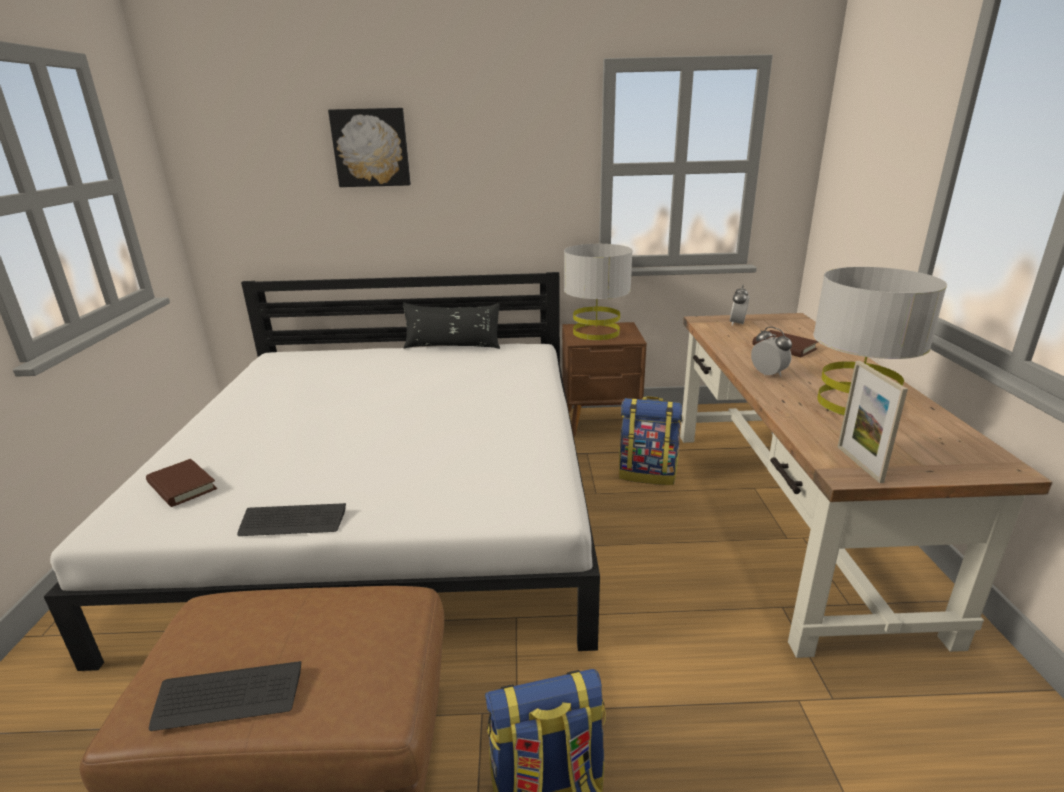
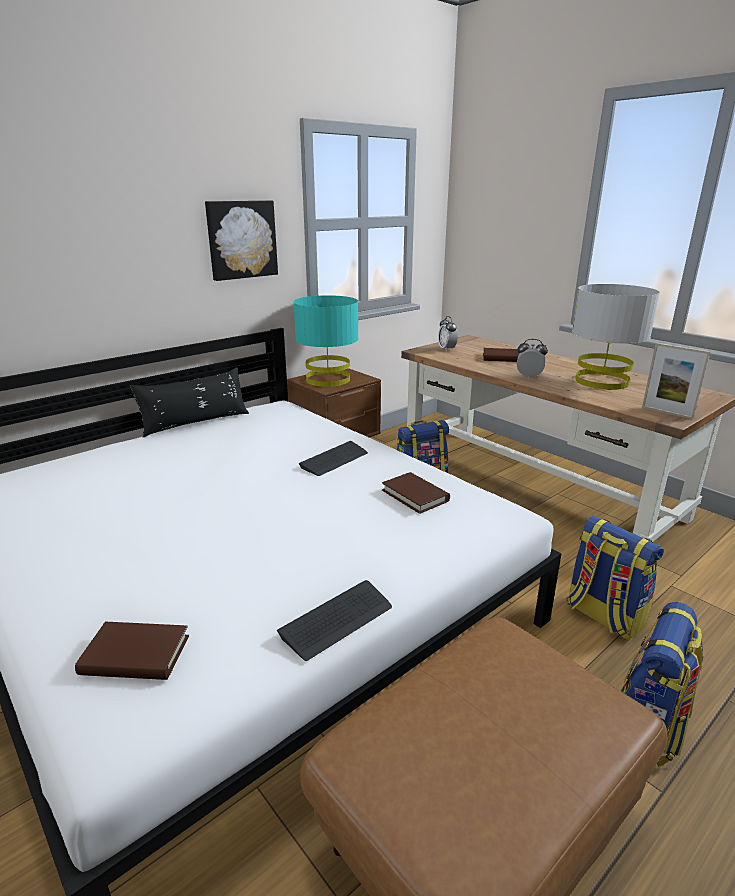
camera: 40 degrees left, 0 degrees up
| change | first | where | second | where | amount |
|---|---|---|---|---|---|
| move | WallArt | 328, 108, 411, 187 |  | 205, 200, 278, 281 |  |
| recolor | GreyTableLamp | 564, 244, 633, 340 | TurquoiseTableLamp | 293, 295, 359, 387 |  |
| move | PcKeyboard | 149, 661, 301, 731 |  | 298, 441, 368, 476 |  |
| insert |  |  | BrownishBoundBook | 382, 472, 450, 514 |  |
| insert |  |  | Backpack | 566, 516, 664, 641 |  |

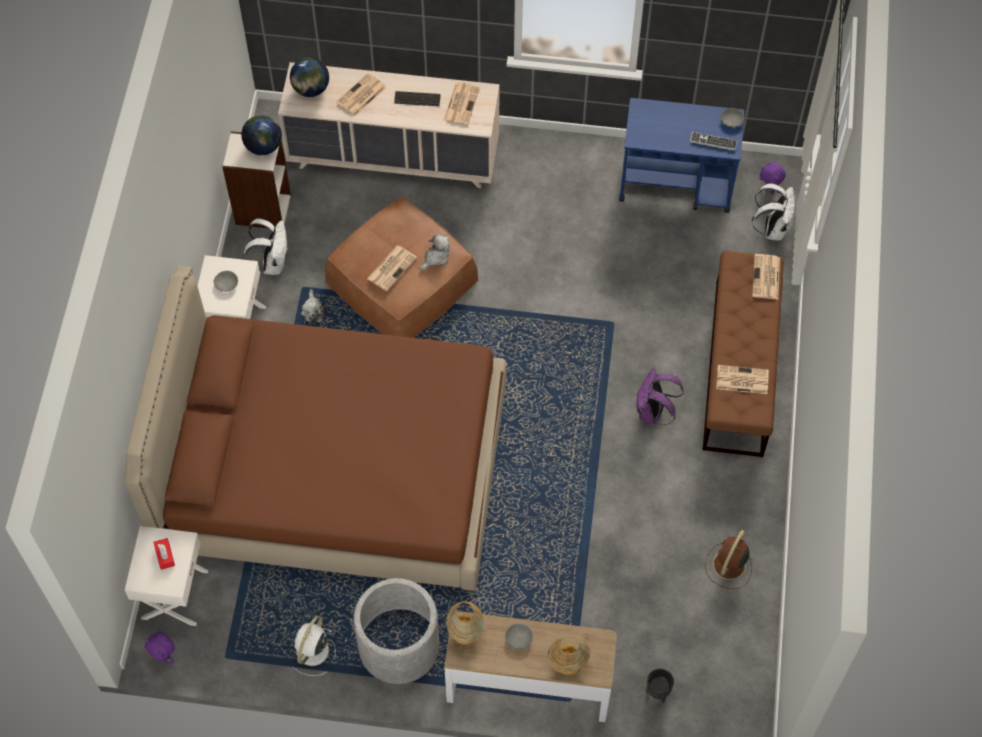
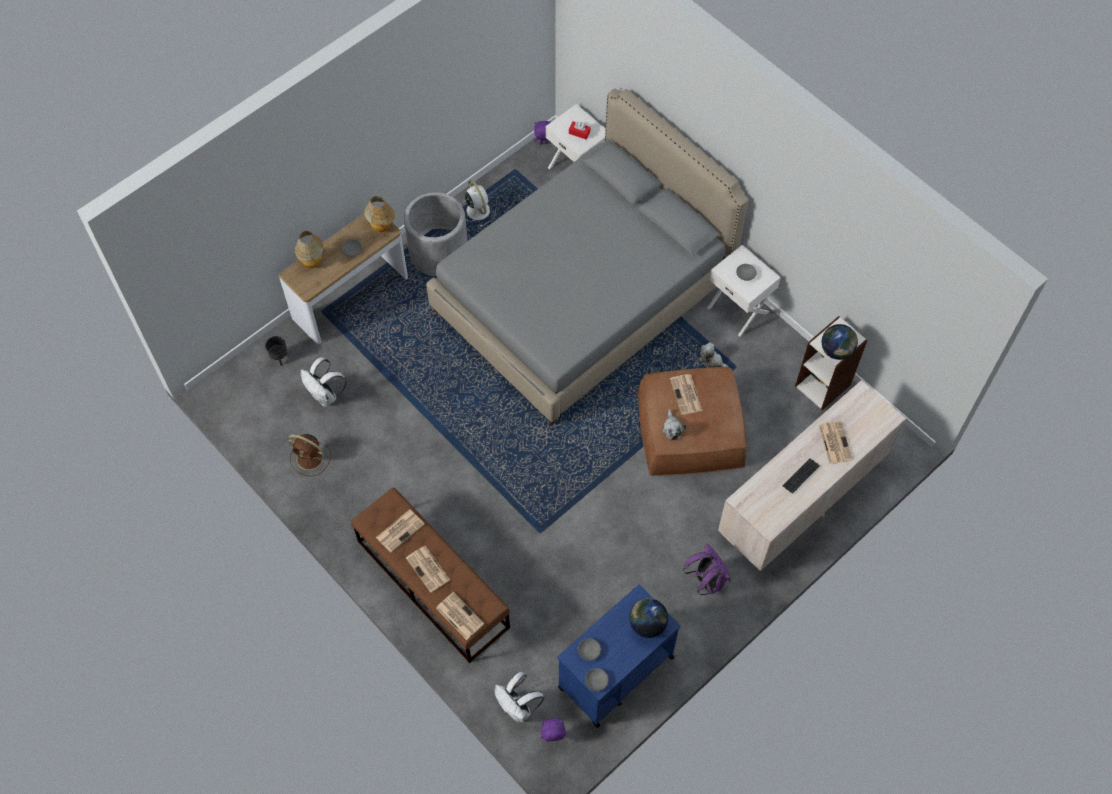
camera: 130 degrees right, 0 degrees up
| change | first | where | second | where | amount |
|---|---|---|---|---|---|
| move | DeskGlobe | 290, 57, 329, 97 |  | 629, 598, 668, 638 |  |
| move | PrintedPaper | 443, 82, 480, 125 |  | 406, 546, 450, 593 |  |
| replace | PcKeyboard | 690, 132, 737, 151 | GreyDeepDish | 578, 638, 601, 661 |  |
| move | WhiteBackpack | 243, 218, 287, 275 |  | 301, 357, 347, 406 |  |
| recolor | BrownishSleepingBed | 124, 266, 506, 592 | GreySleepingBed | 426, 89, 748, 424 |  |
| move | PurpleBackpack | 636, 368, 684, 425 |  | 683, 544, 731, 595 |  |
| rotate | BrownishFan | 705, 530, 752, 589 |  | 287, 434, 331, 476 | 135 degrees clockwise |

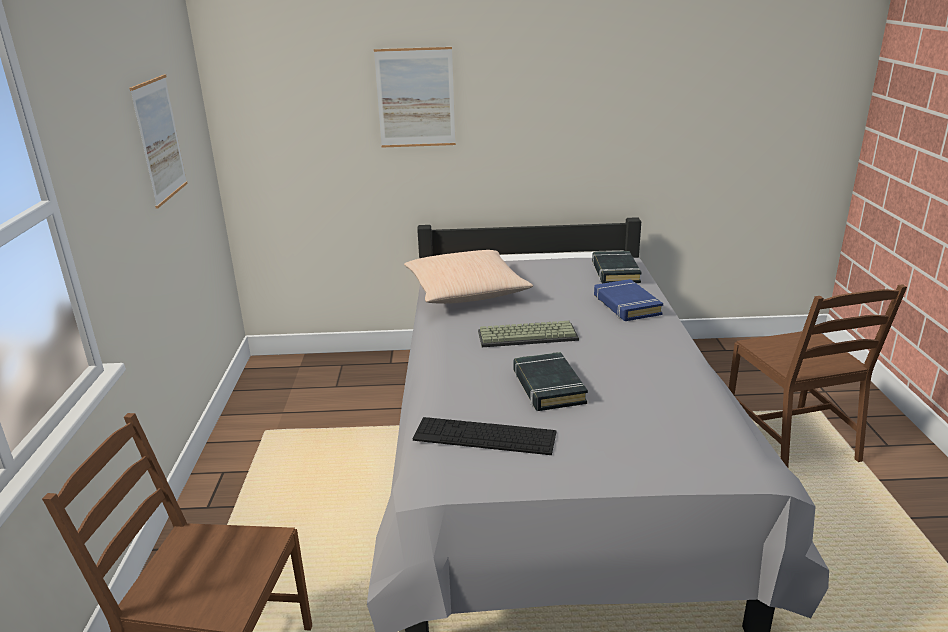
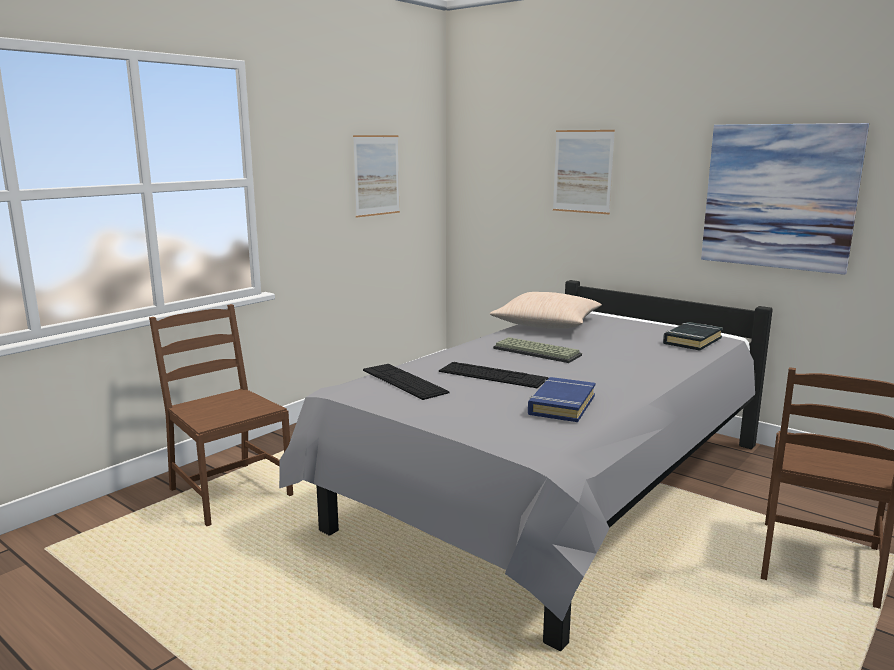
camera: 40 degrees right, 10 degrees down
| change | first | where | second | where | amount |
|---|---|---|---|---|---|
| move | BlueBoundBook | 594, 279, 663, 321 |  | 528, 377, 595, 422 |  |
| replace | BlackishBoundBook | 513, 352, 588, 411 | PcKeyboard | 439, 362, 548, 388 |  |
| insert |  |  | WallArt | 701, 123, 869, 275 |  |

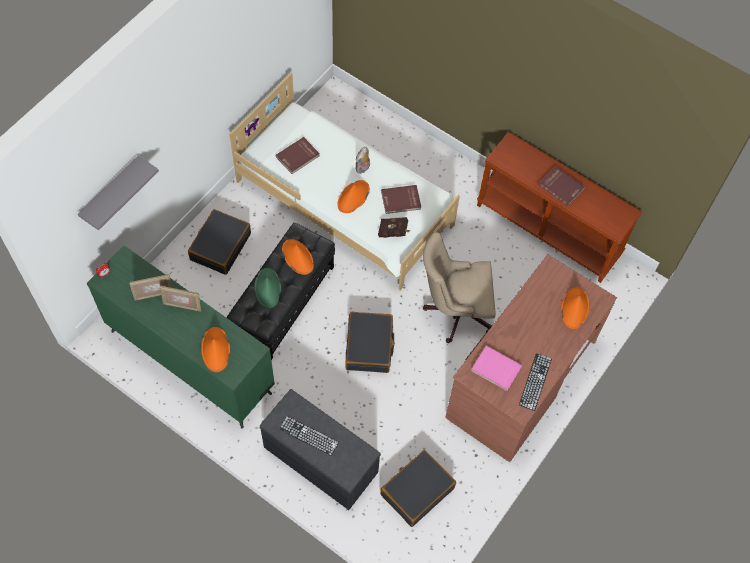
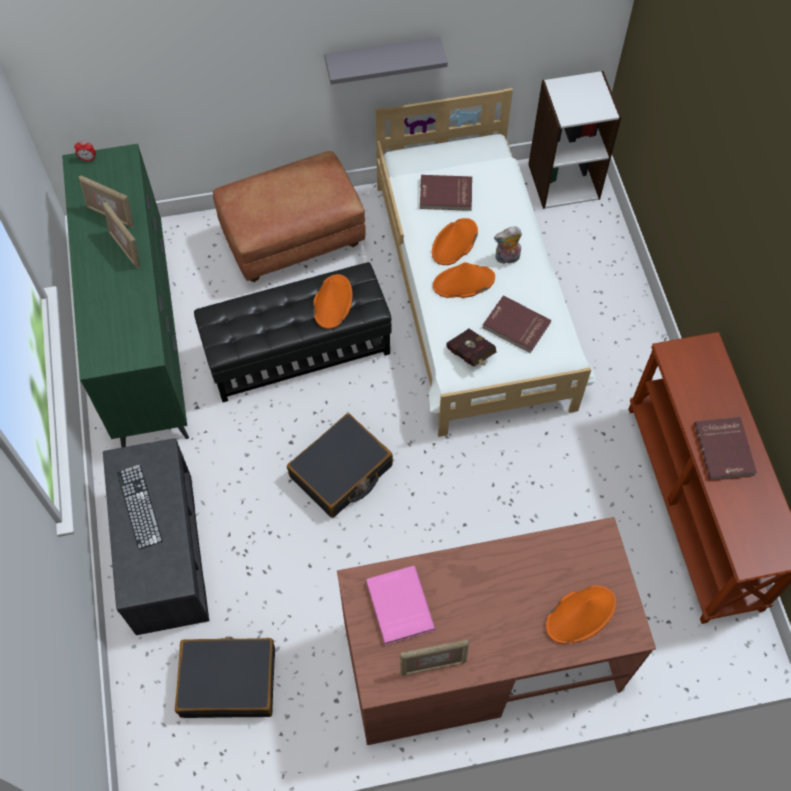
camera: 45 degrees right, 0 degrees up
| change | first | where | second | where | amount |
|---|---|---|---|---|---|
| move | GreyShelf | 78, 155, 159, 230 |  | 324, 37, 448, 84 |  |
| replace | BlackishPieceOfLuggage | 188, 209, 251, 275 | BrownishFootrest | 213, 151, 365, 282 |  |
| delete | BeigeOfficeChair | 423, 232, 496, 343 |  |  |  |
| delete | GreenishClothingHat | 255, 268, 281, 309 |  |  |  |
| move | OrangeColouredClothingHat | 201, 327, 230, 372 |  | 432, 218, 478, 265 |  |
| replace | PcKeyboard | 519, 353, 552, 411 | PictureFrame | 400, 639, 469, 676 |  |
| insert |  |  | WhiteBookcase | 528, 71, 621, 209 |  |

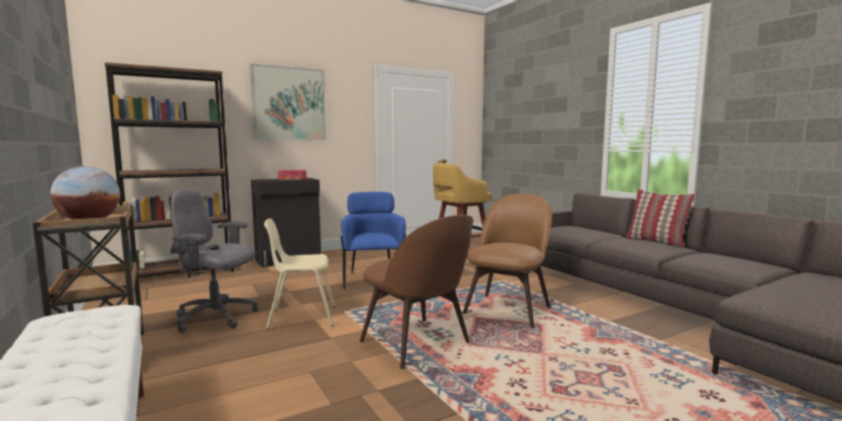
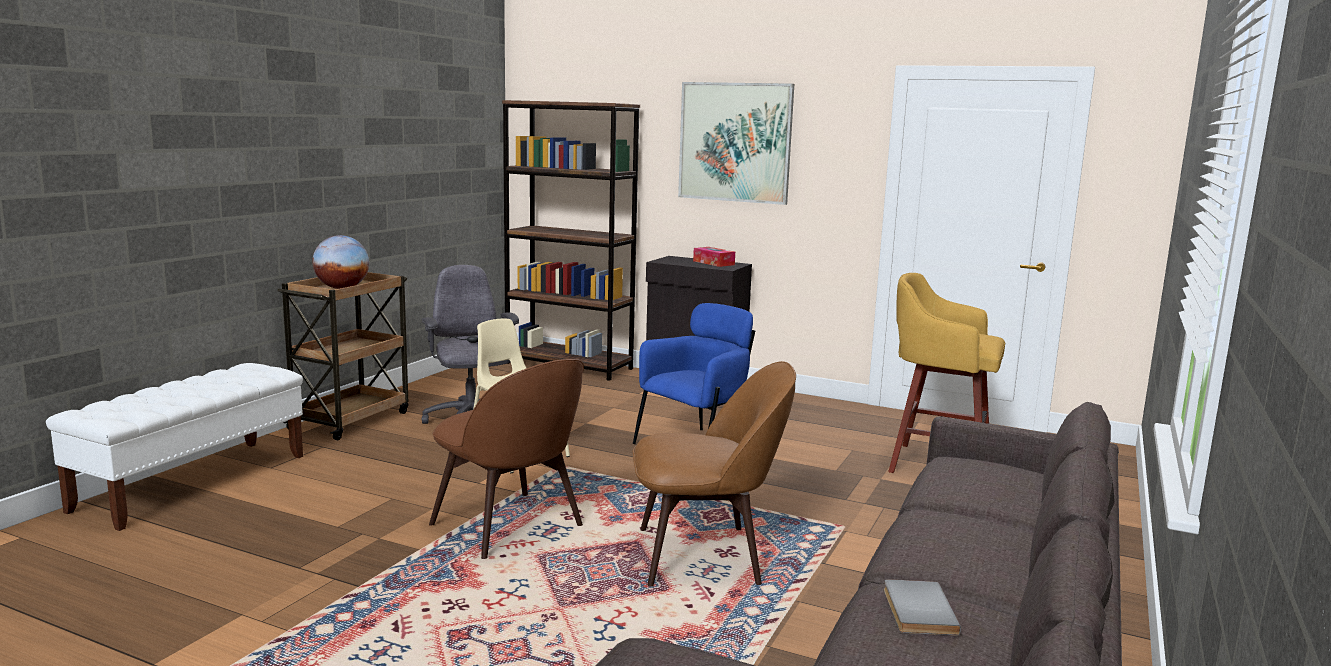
camera: 55 degrees right, 5 degrees up
| change | first | where | second | where | amount |
|---|---|---|---|---|---|
| delete | Pillow | 625, 189, 695, 248 |  |  |  |
| rotate | BrownishUprightChair | 360, 215, 473, 369 |  | 429, 359, 584, 559 | 60 degrees counterclockwise |
| insert |  |  | GreyBoundBook | 884, 579, 961, 635 |  |

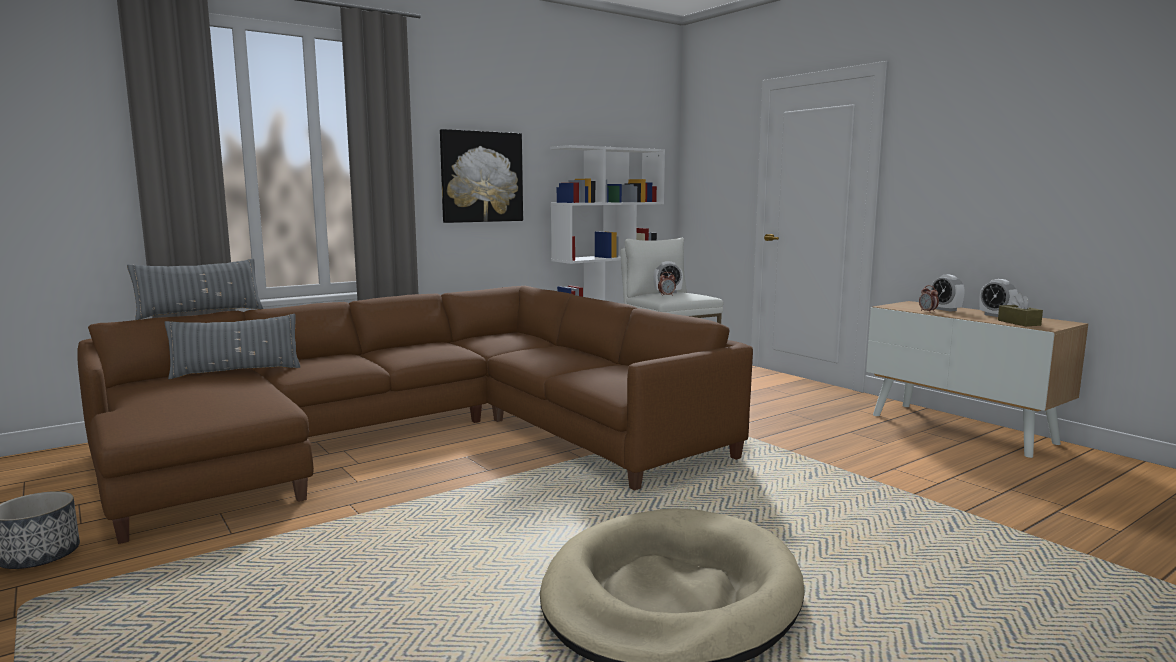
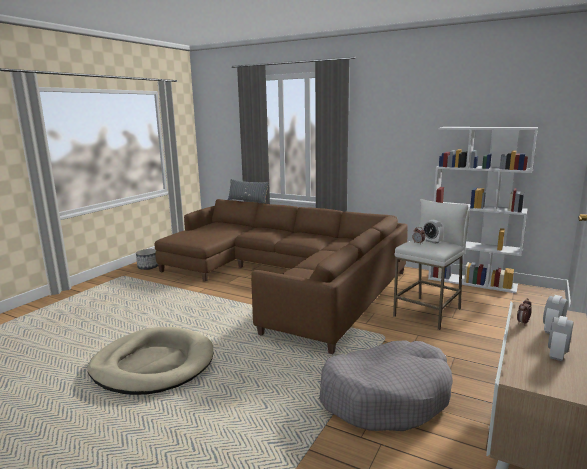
camera: 65 degrees right, 5 degrees up
| change | first | where | second | where | amount |
|---|---|---|---|---|---|
| delete | WallArt | 440, 129, 523, 223 |  |  |  |
| delete | BrownishTissueHolder | 998, 293, 1043, 326 |  |  |  |
| delete | GreyPillow | 165, 314, 300, 379 |  |  |  |
| insert |  |  | GreyPetBed | 319, 340, 453, 431 |  |

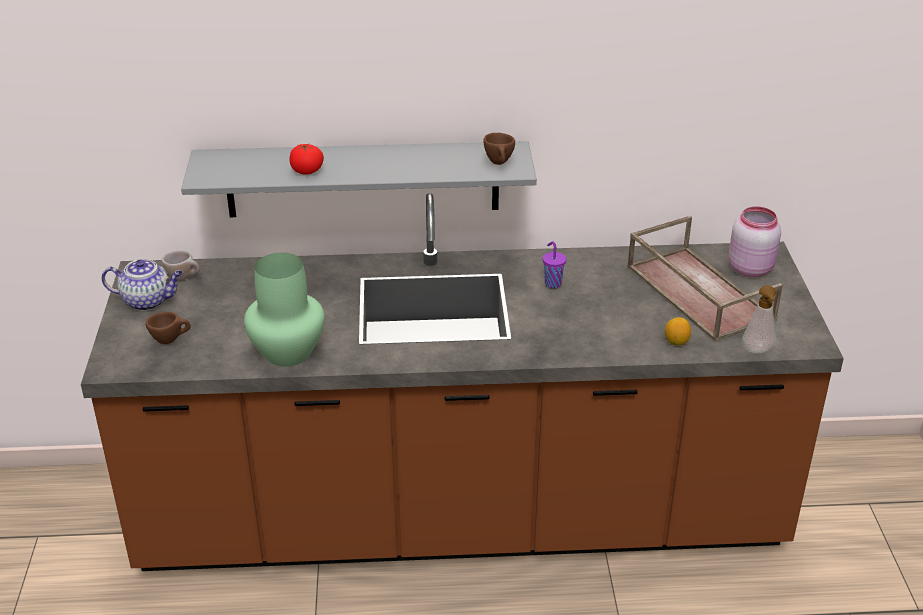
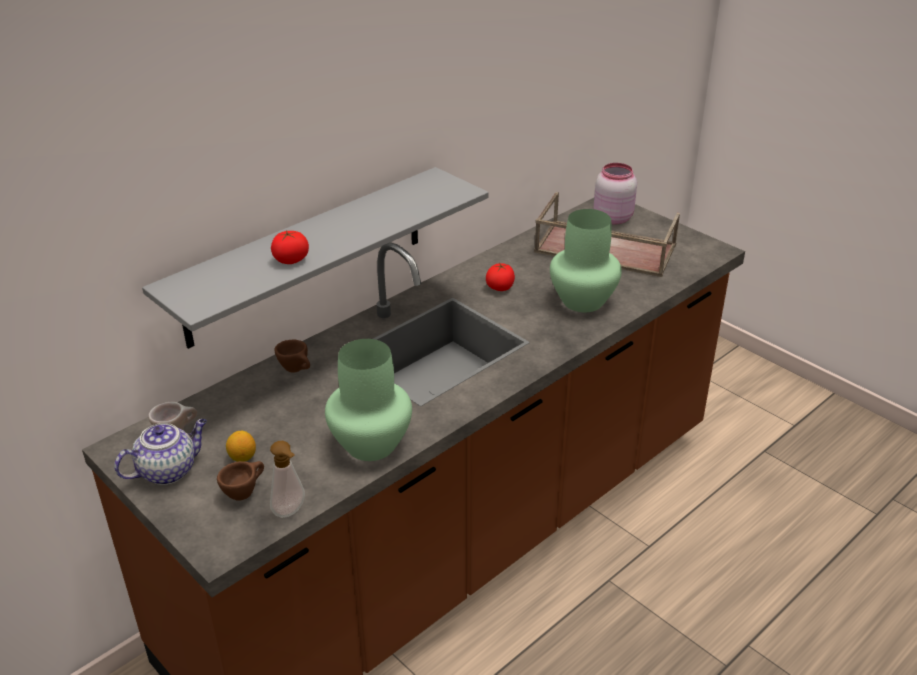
camera: 40 degrees left, 0 degrees up
| change | first | where | second | where | amount |
|---|---|---|---|---|---|
| move | BrownishCup | 483, 133, 515, 165 |  | 274, 340, 310, 373 |  |
| replace | PurpleCup | 543, 241, 566, 288 | WholeTomato | 486, 263, 515, 291 |  |
| move | SoapBottle | 742, 285, 776, 353 |  | 270, 441, 305, 518 |  |
| move | CitrusFruit | 665, 317, 691, 346 |  | 226, 431, 256, 462 |  |
| insert |  |  | GreenishVase | 550, 209, 622, 312 |  |

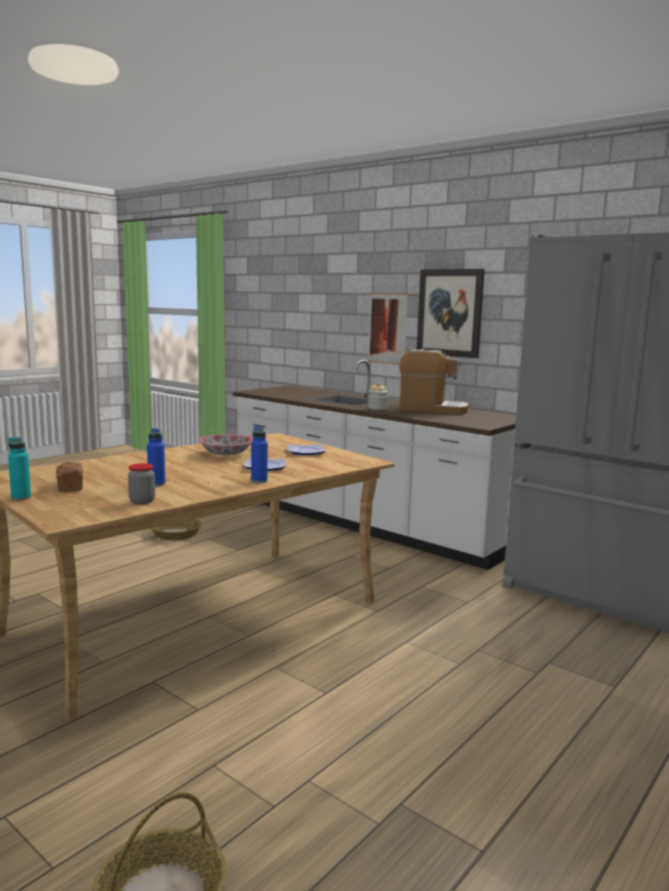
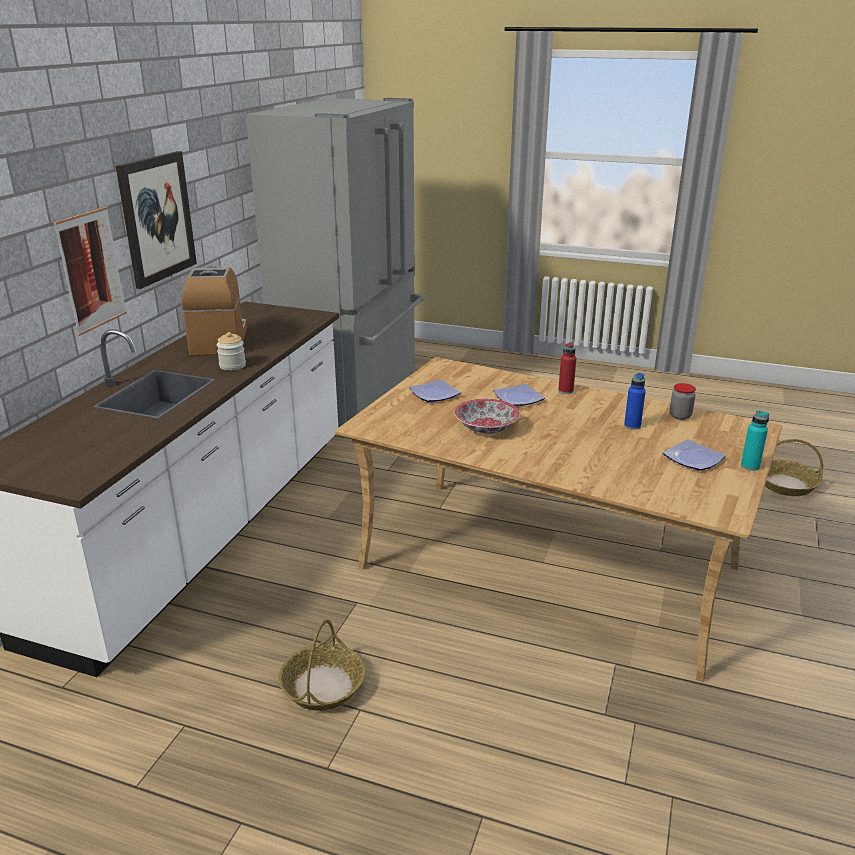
camera: 110 degrees left, 15 degrees up
| change | first | where | second | where | amount |
|---|---|---|---|---|---|
| recolor | BlueBeverageBottle | 251, 426, 268, 483 | RedColouredBeverageBottle | 558, 343, 576, 394 |  |
| replace | BakeryBread | 56, 462, 83, 492 | Plate | 663, 439, 726, 471 |  |

